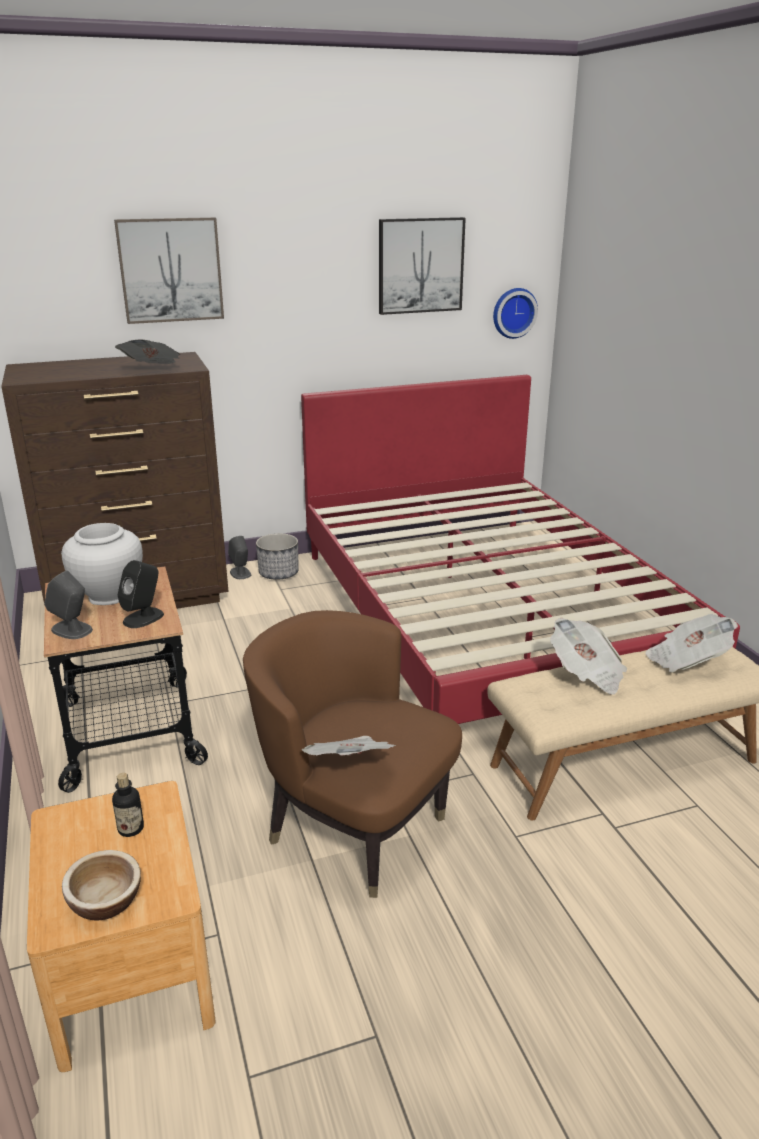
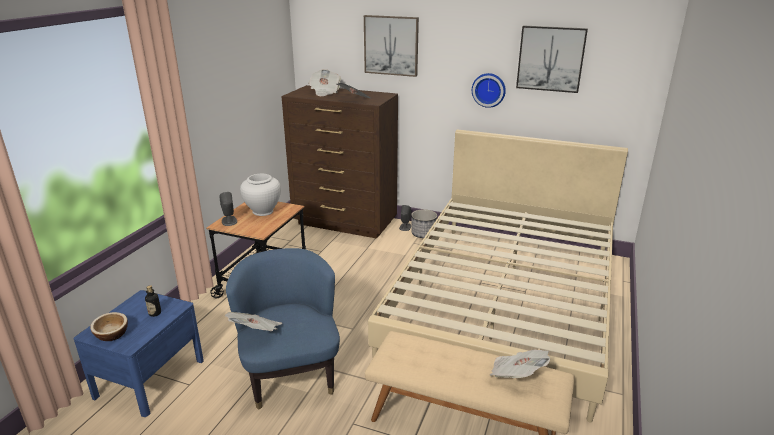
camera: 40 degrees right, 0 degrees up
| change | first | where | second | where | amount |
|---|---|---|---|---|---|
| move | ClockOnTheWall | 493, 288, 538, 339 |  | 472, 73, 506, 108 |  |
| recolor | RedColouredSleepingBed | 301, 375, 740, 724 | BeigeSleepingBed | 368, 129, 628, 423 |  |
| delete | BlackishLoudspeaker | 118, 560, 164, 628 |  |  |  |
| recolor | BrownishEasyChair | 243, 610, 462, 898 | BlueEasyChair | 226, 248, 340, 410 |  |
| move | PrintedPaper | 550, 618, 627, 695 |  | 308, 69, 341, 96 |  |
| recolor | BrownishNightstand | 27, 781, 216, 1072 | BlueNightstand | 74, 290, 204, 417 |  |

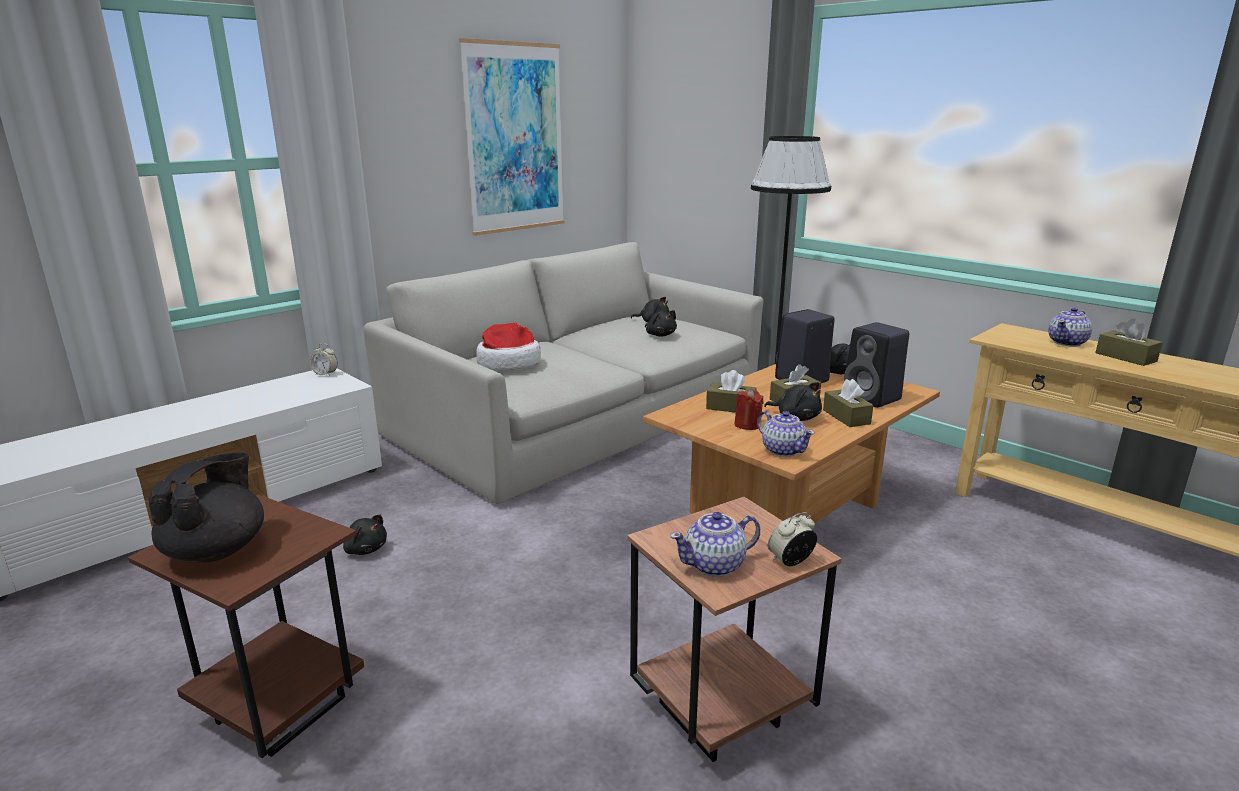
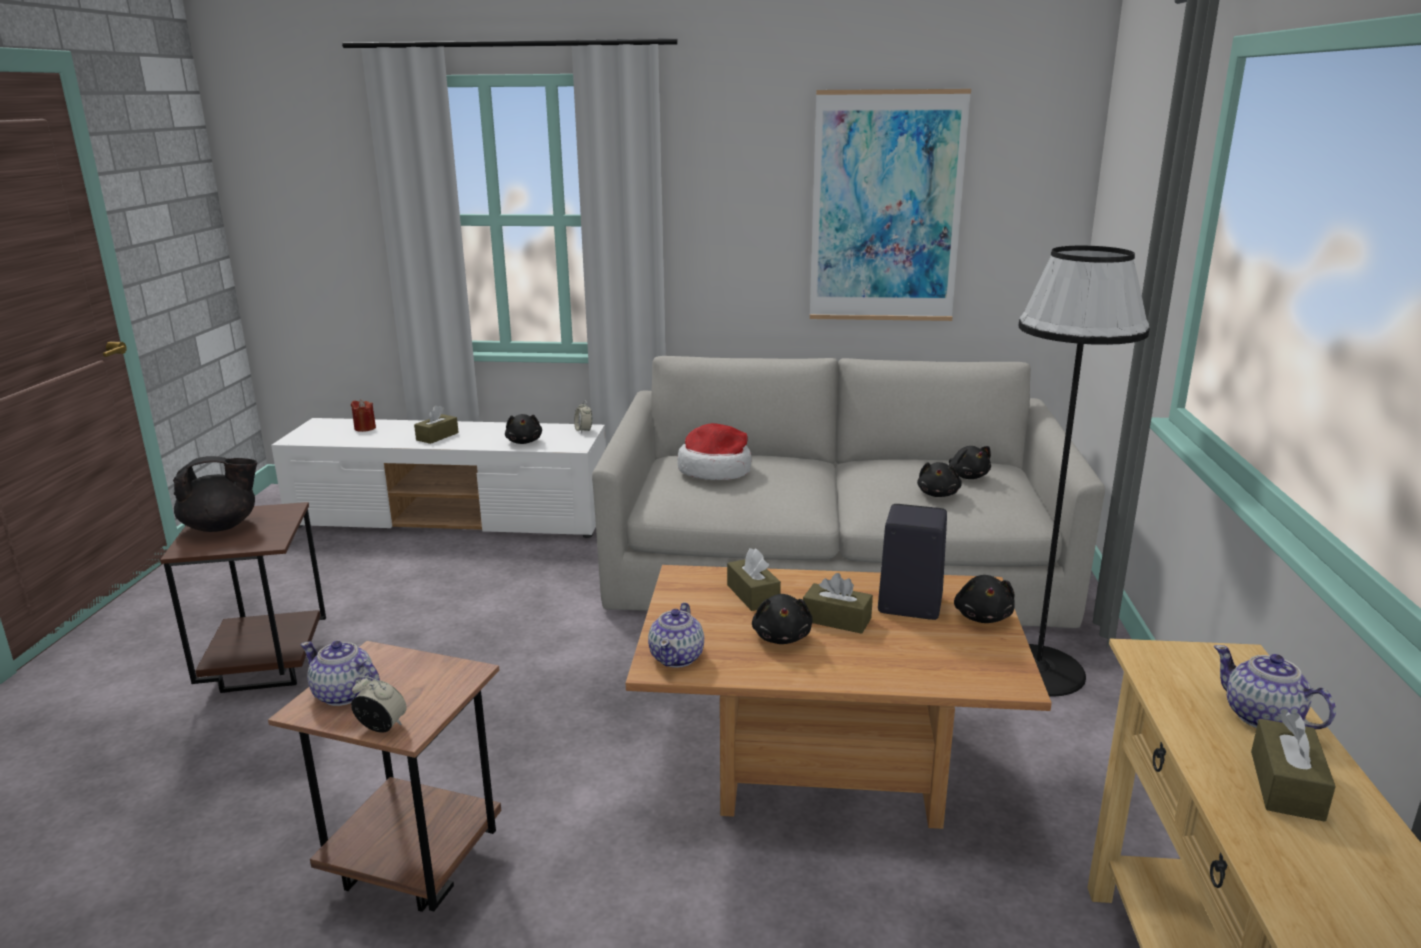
camera: 50 degrees right, 0 degrees up
| change | first | where | second | where | amount |
|---|---|---|---|---|---|
| rotate | Teapot | 1048, 307, 1092, 347 |  | 1214, 645, 1336, 729 | 45 degrees clockwise |
| delete | BlackishLoudspeaker | 844, 322, 909, 408 |  |  |  |
| move | BrownishTissueHolder | 823, 379, 874, 427 |  | 414, 405, 459, 444 |  |
| move | RedColouredCandle | 734, 389, 764, 430 |  | 351, 399, 376, 432 |  |
| move | BlackishCuddlyToy | 343, 514, 387, 555 |  | 505, 414, 542, 444 |  |

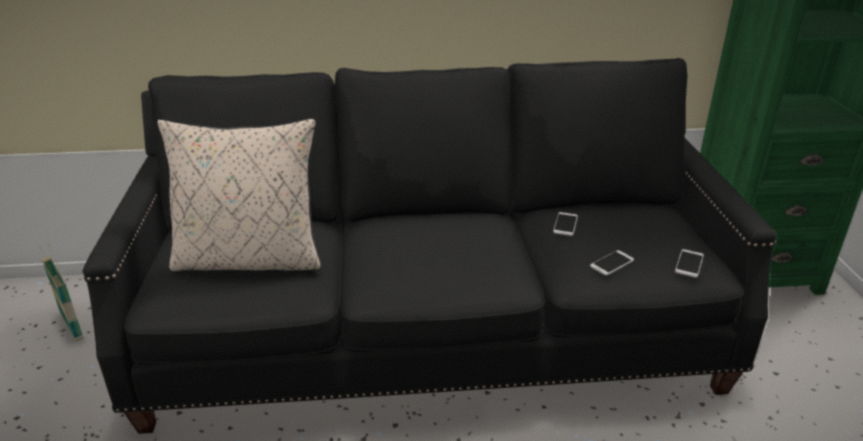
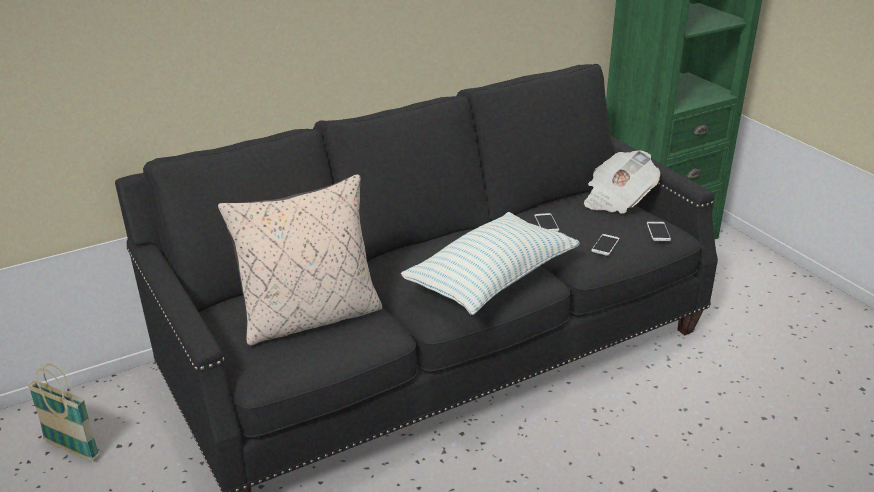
camera: 25 degrees left, 0 degrees up
| change | first | where | second | where | amount |
|---|---|---|---|---|---|
| insert |  |  | PrintedPaper | 584, 150, 660, 214 |  |
| insert |  |  | Pillow | 401, 212, 580, 315 |  |

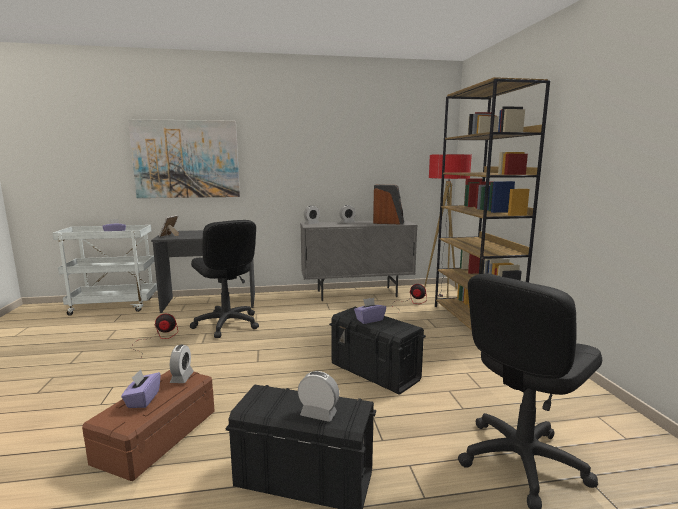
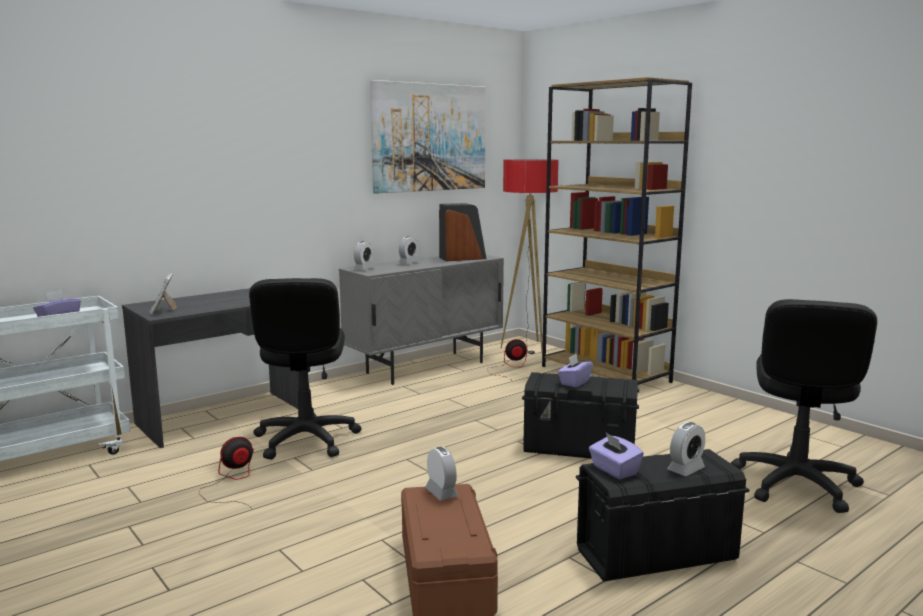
camera: 30 degrees left, 0 degrees up
| change | first | where | second | where | amount |
|---|---|---|---|---|---|
| move | WallArt | 128, 119, 240, 198 |  | 370, 80, 486, 193 |  |
| rotate | BlackishOfficeChair | 190, 220, 259, 338 |  | 249, 278, 362, 460 | 60 degrees clockwise |
| move | PurpleTissueHolder | 121, 369, 161, 408 |  | 589, 433, 644, 479 |  |
| rotate | TableClock | 298, 371, 340, 422 |  | 667, 422, 705, 476 | 150 degrees clockwise |

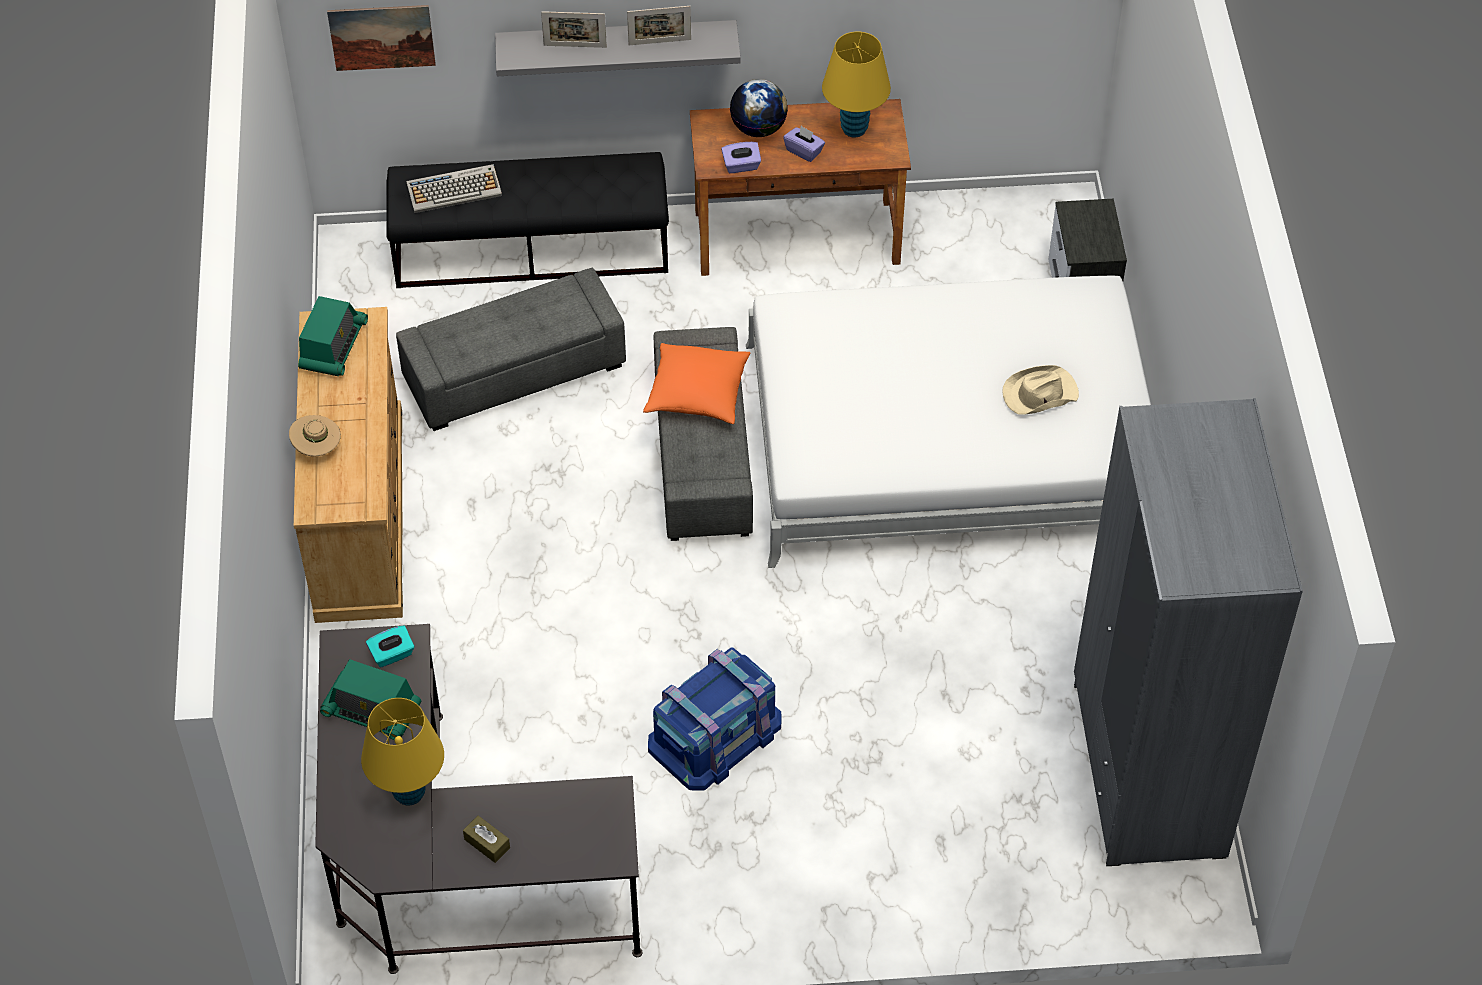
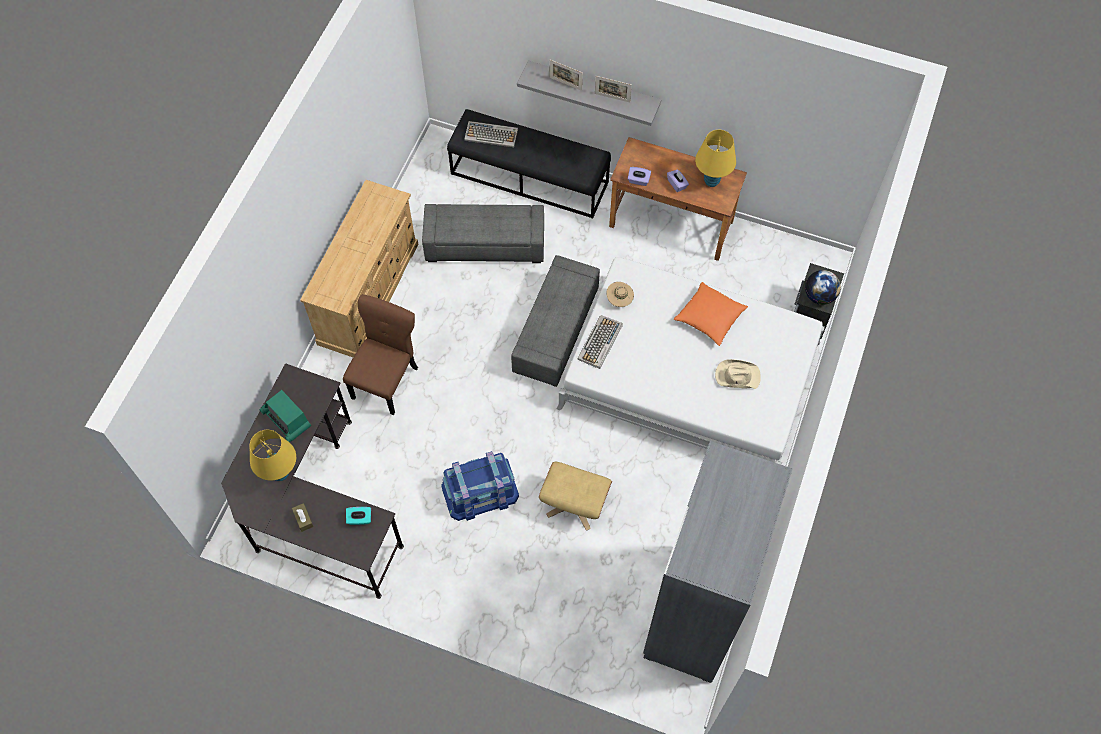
camera: 25 degrees right, 10 degrees up
| change | first | where | second | where | amount |
|---|---|---|---|---|---|
| delete | WallArt | 327, 5, 436, 71 |  |  |  |
| move | DeskGlobe | 730, 79, 788, 137 |  | 805, 270, 841, 305 |  |
| delete | Radio | 298, 296, 368, 376 |  |  |  |
| move | OrangeColouredPillow | 643, 343, 751, 424 |  | 674, 282, 748, 346 |  |
| move | BeigeClothingHat | 289, 415, 341, 457 |  | 606, 282, 634, 307 |  |
| move | TurquoiseTissueHolder | 366, 625, 414, 667 |  | 346, 507, 371, 525 |  |
| insert |  |  | BrownishUprightChair | 343, 294, 418, 415 |  |
| insert |  |  | PcKeyboard | 577, 315, 623, 369 |  |
| insert |  |  | BeigeFootrest | 539, 462, 612, 531 |  |

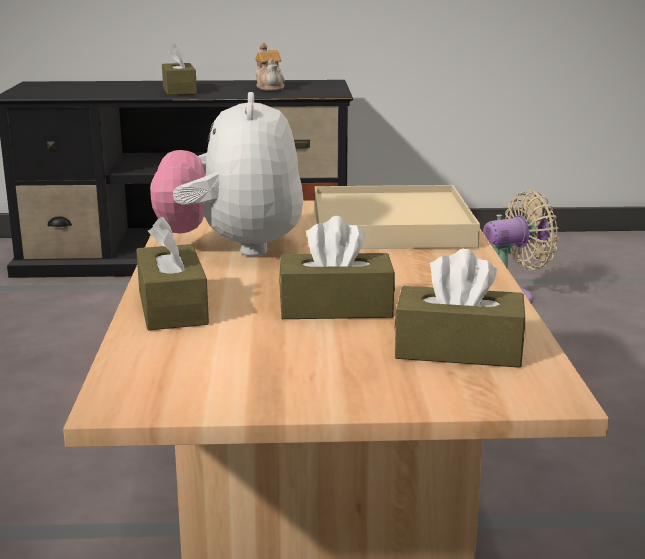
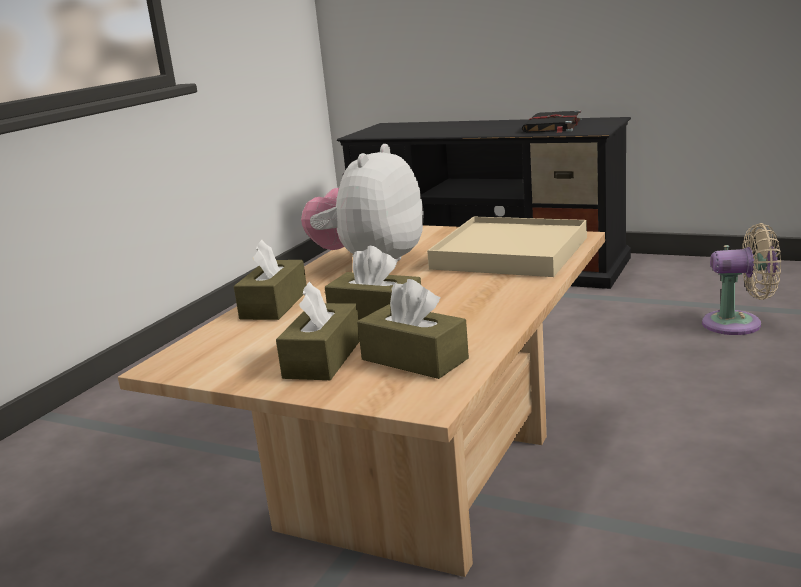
camera: 30 degrees right, 0 degrees up
| change | first | where | second | where | amount |
|---|---|---|---|---|---|
| move | BrownishTissueHolder | 162, 43, 197, 95 |  | 276, 281, 360, 380 |  |
| replace | Teapot | 255, 43, 285, 91 | BlackishBoundBook | 522, 110, 582, 133 |  |

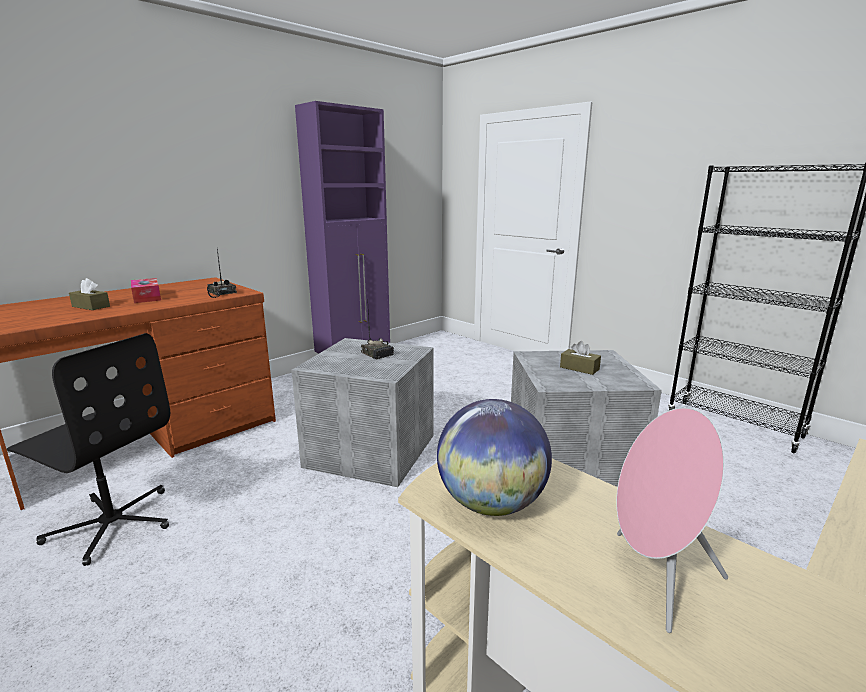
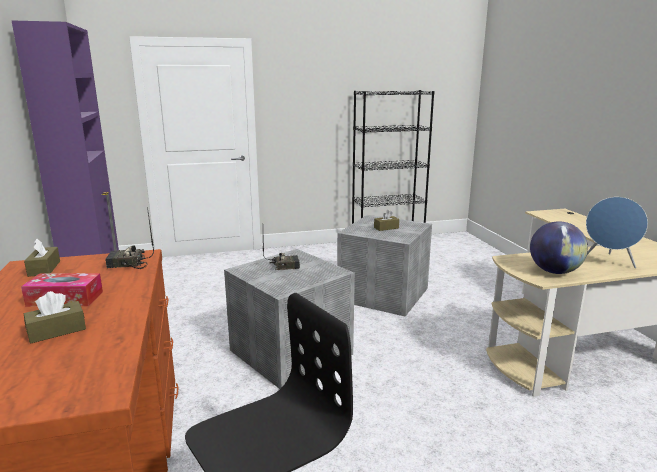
camera: 60 degrees left, 0 degrees up
| change | first | where | second | where | amount |
|---|---|---|---|---|---|
| recolor | PinkColouredLoudspeaker | 616, 407, 728, 633 | BlueLoudspeaker | 586, 197, 648, 268 |  |
| insert |  |  | BrownishTissueHolder | 24, 239, 60, 277 |  |

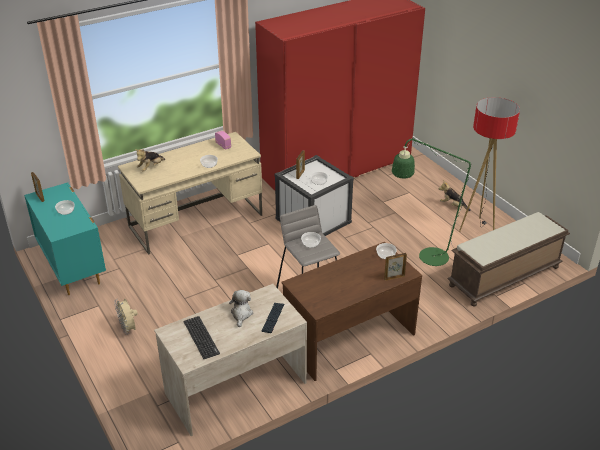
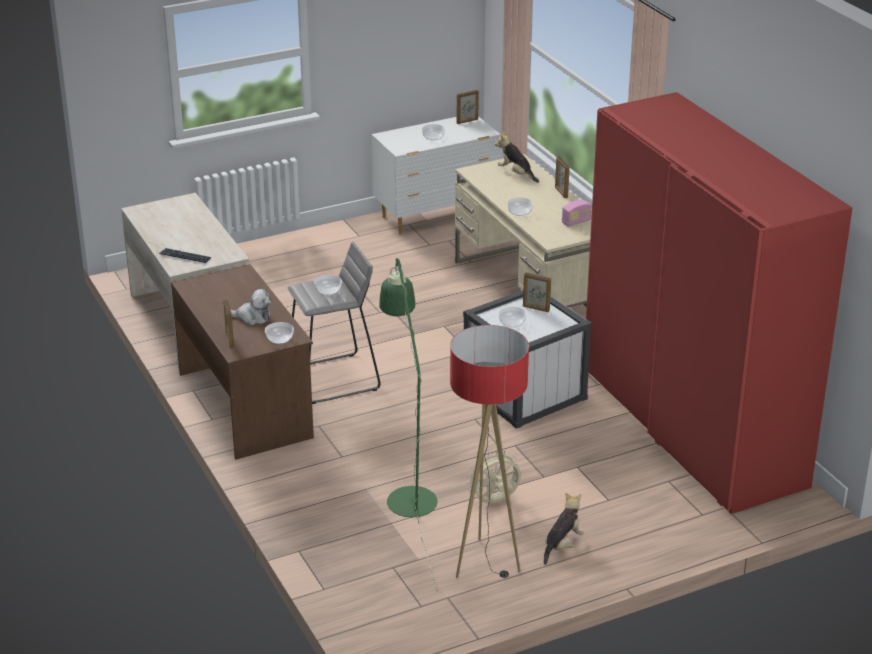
camera: 95 degrees right, 5 degrees down
| change | first | where | second | where | amount |
|---|---|---|---|---|---|
| recolor | TurquoiseDresser | 24, 182, 106, 295 | WhiteDresser | 372, 116, 501, 235 |  |
| delete | BrownishBench | 447, 212, 570, 306 |  |  |  |
| move | CuddlyToy | 229, 290, 253, 327 |  | 230, 289, 271, 325 |  |
| move | BeigeFan | 114, 299, 138, 335 |  | 466, 450, 521, 503 |  |
| delete | PcKeyboard | 184, 316, 220, 359 |  |  |  |
| insert |  |  | PictureFrame | 555, 156, 569, 198 |  |

